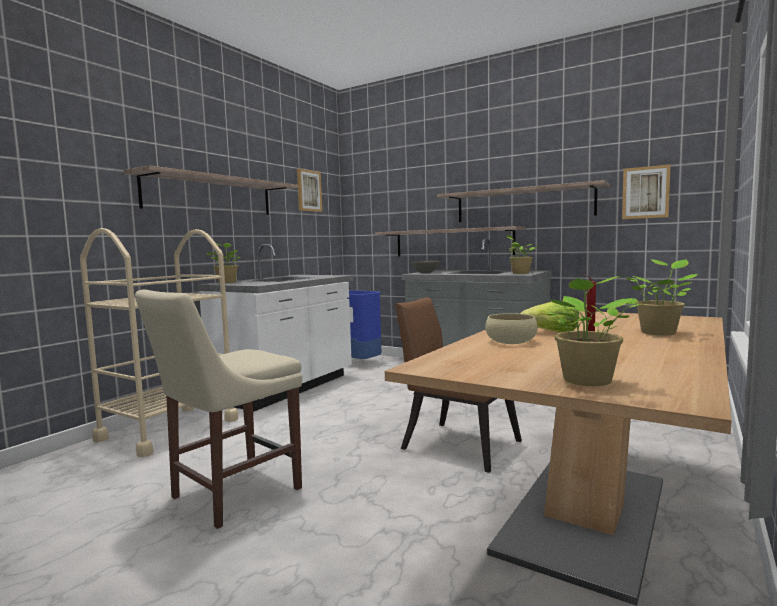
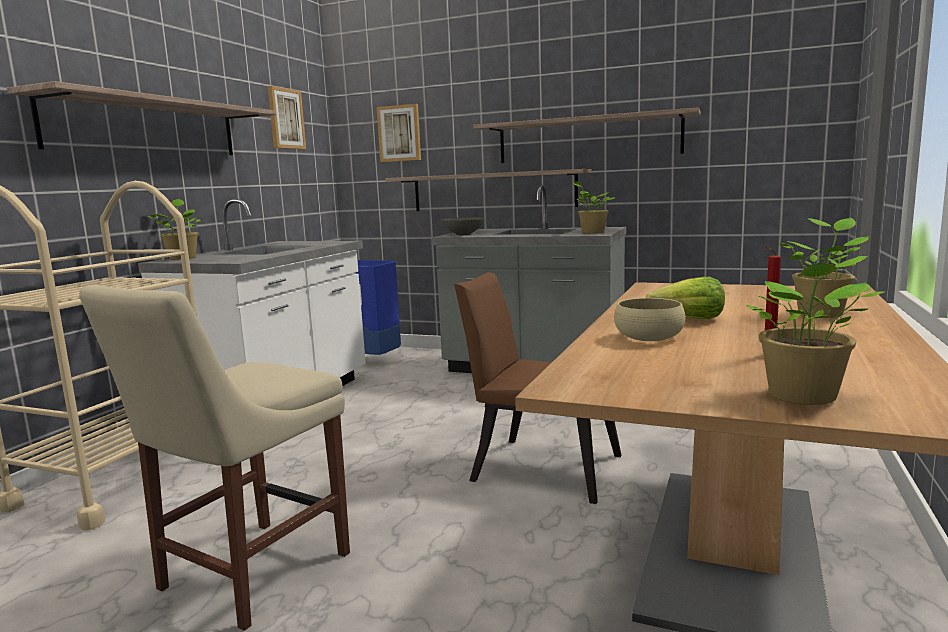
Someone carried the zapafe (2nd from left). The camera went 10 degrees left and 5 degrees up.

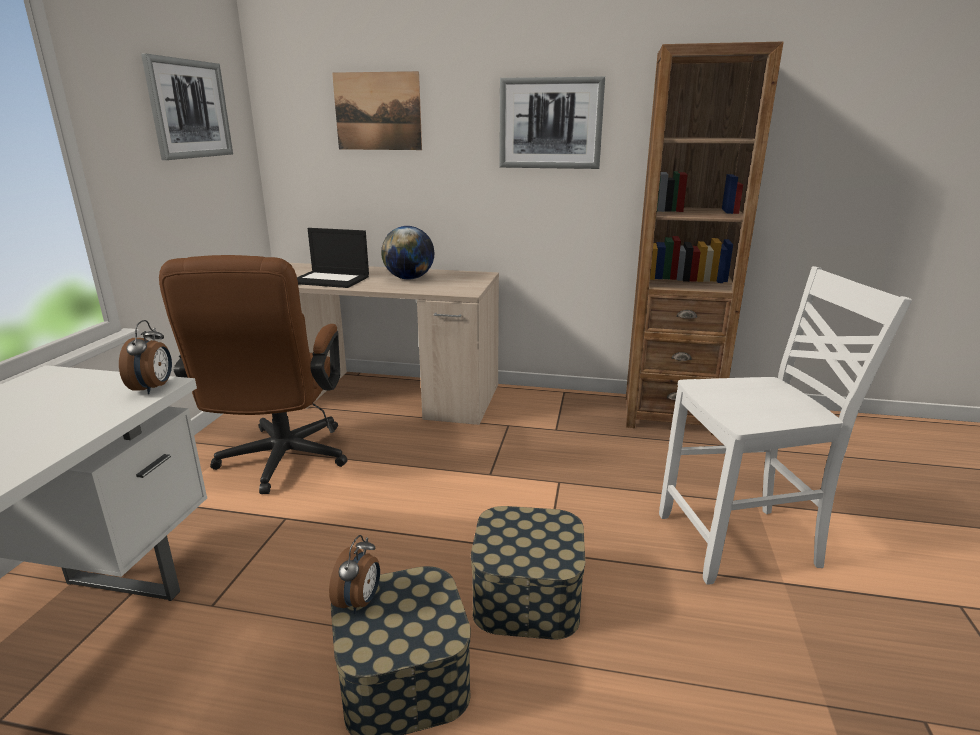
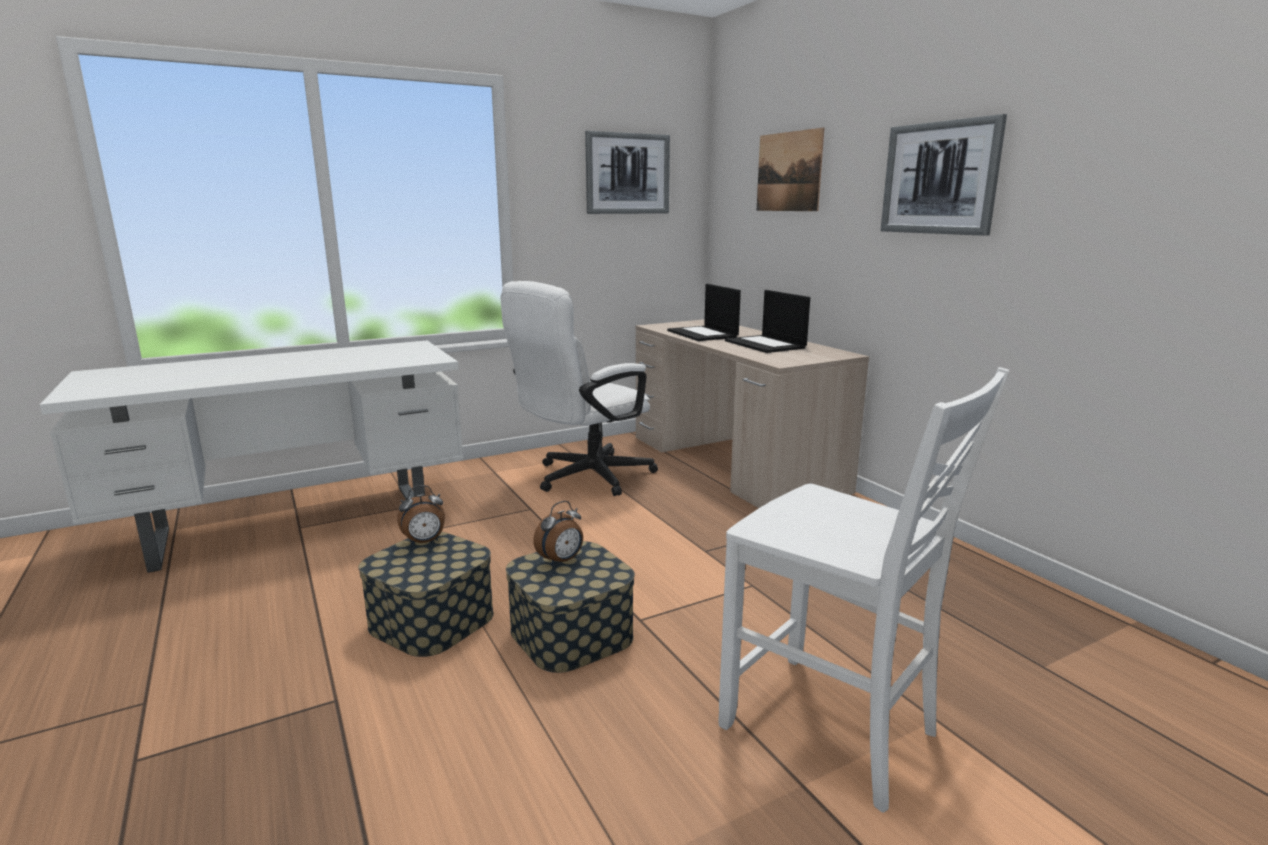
Someone took away the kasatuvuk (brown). Someone carried the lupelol (1st from left in the first image). Someone swapped the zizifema for the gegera (2nd from left). Someone repainted the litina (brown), which became the litina (white). The camera went 50 degrees right and 5 degrees down.

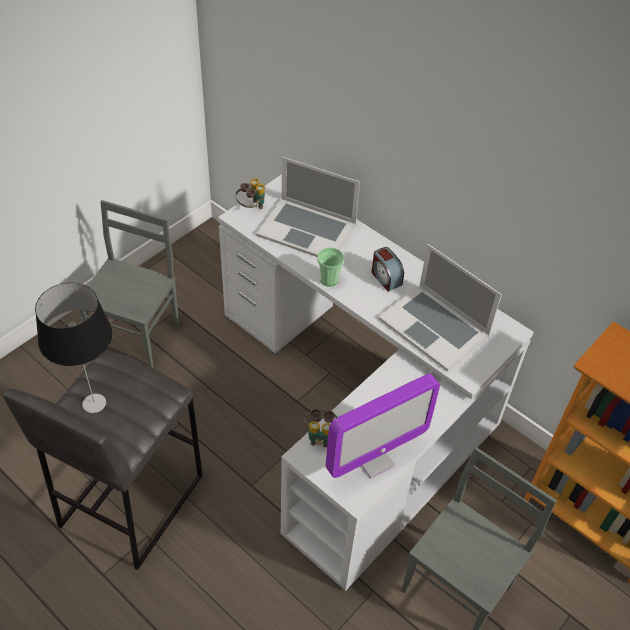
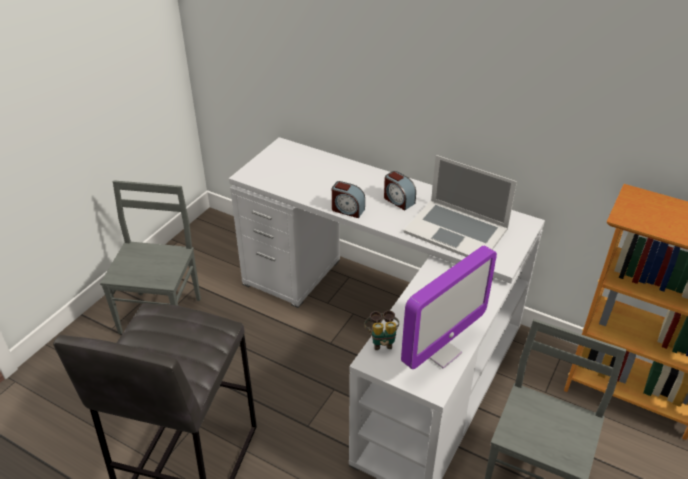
Someone took away the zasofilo. Someone took away the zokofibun (1st from left). Someone took away the gegera (1st from left). Someone swapped the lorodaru for the lupelol (1st from left). The camera went 10 degrees left and 10 degrees down.

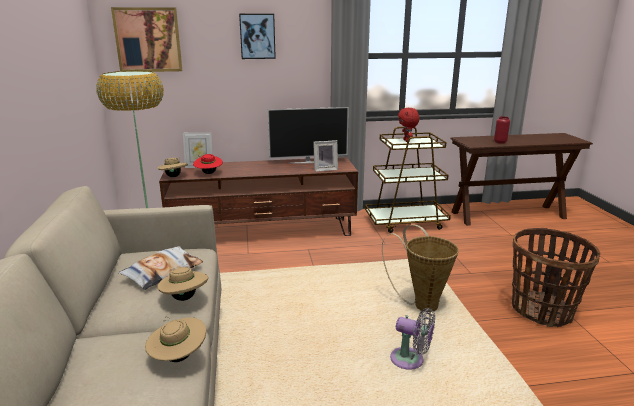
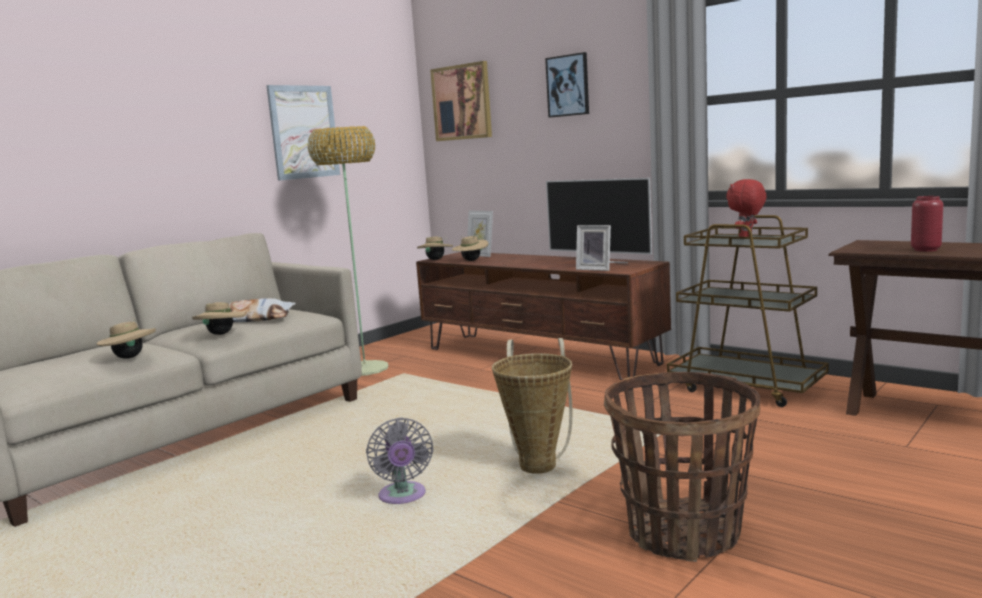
Someone put up the zapafe (1st from left). Someone repainted the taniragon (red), which became the taniragon (beige) (4th from left). The camera went 50 degrees right and 10 degrees down.

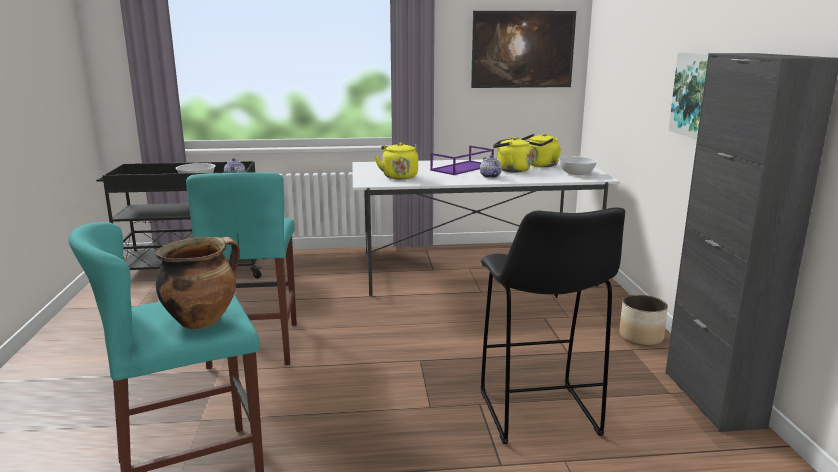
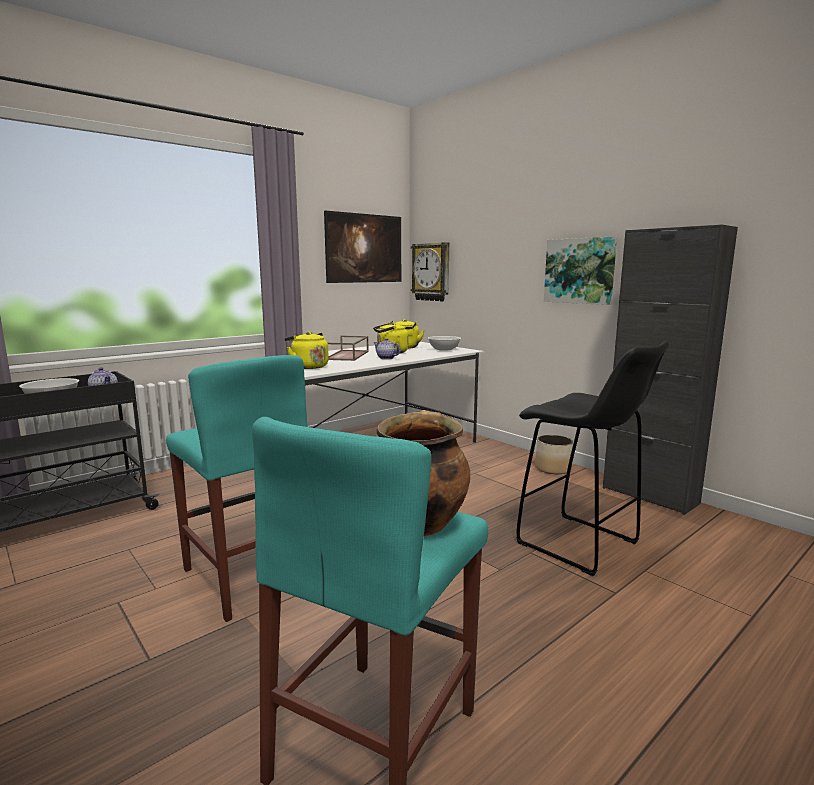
Someone put up the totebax. Someone repainted the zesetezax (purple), which became the zesetezax (brown). The camera went 35 degrees left and 5 degrees down.

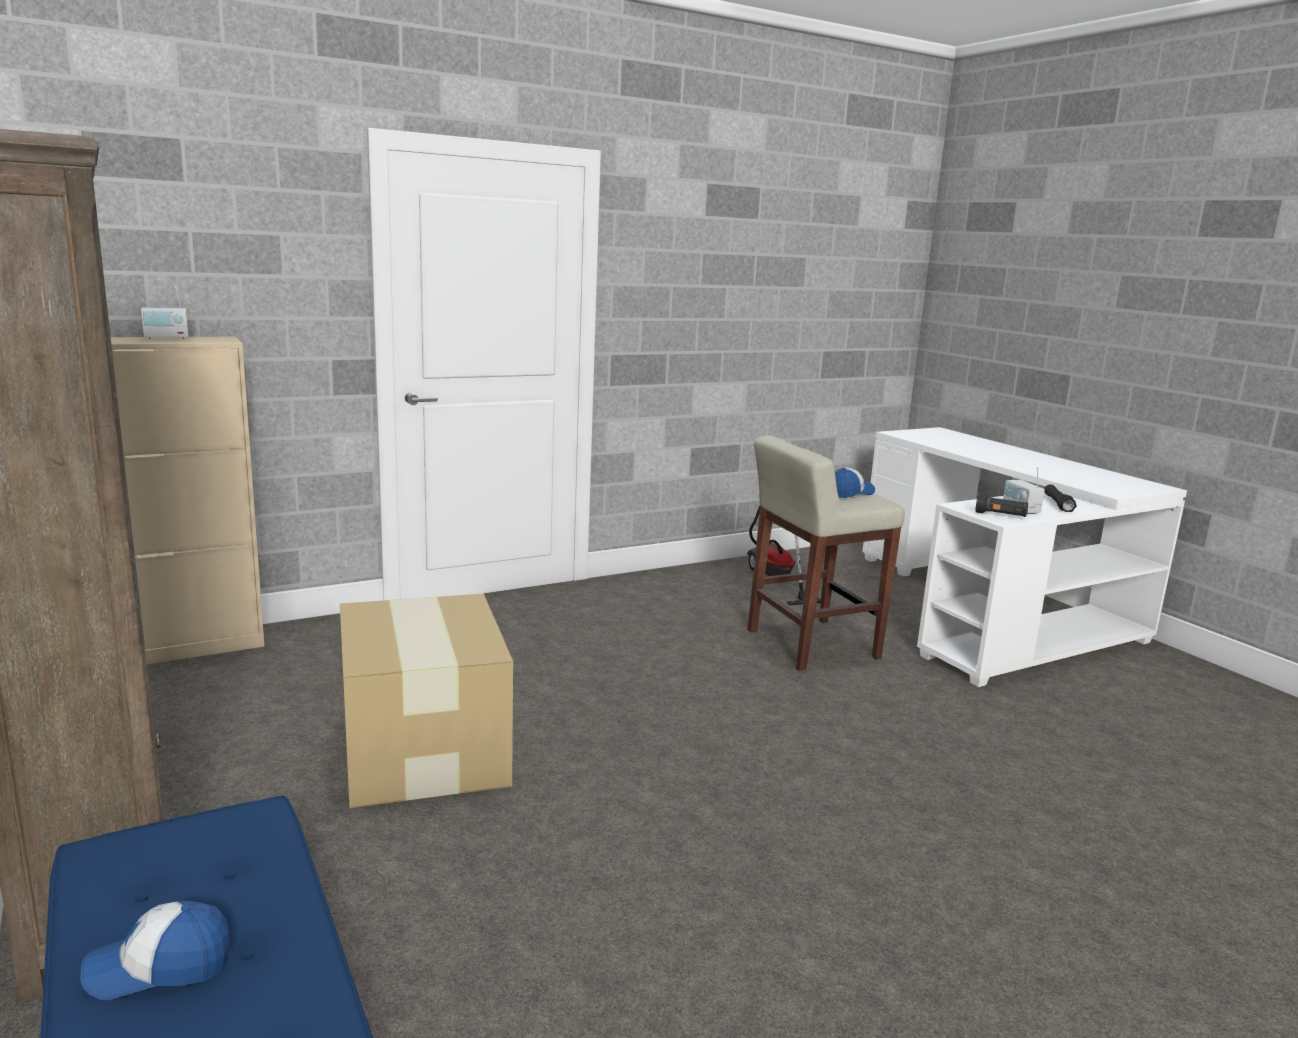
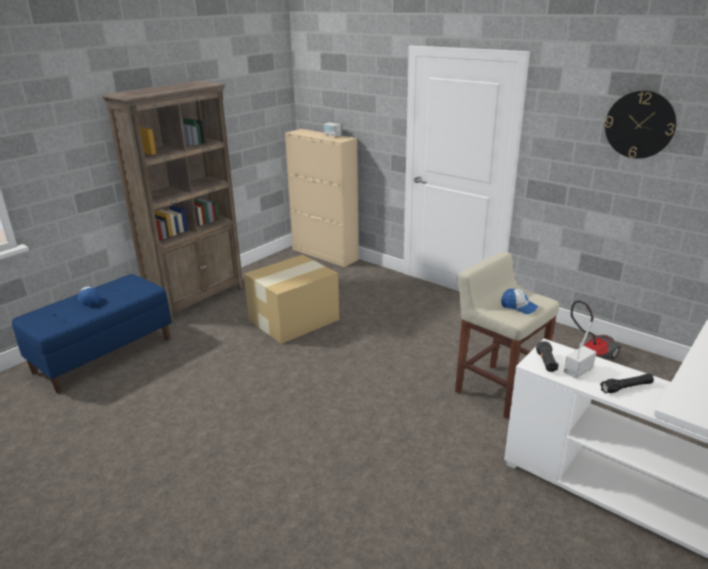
Someone put up the totebax. The camera went 70 degrees right and 10 degrees up.

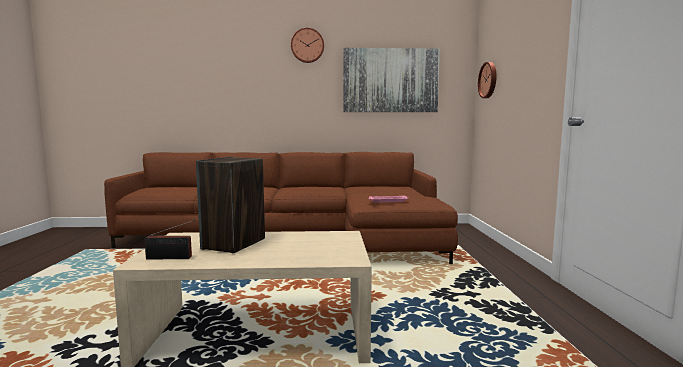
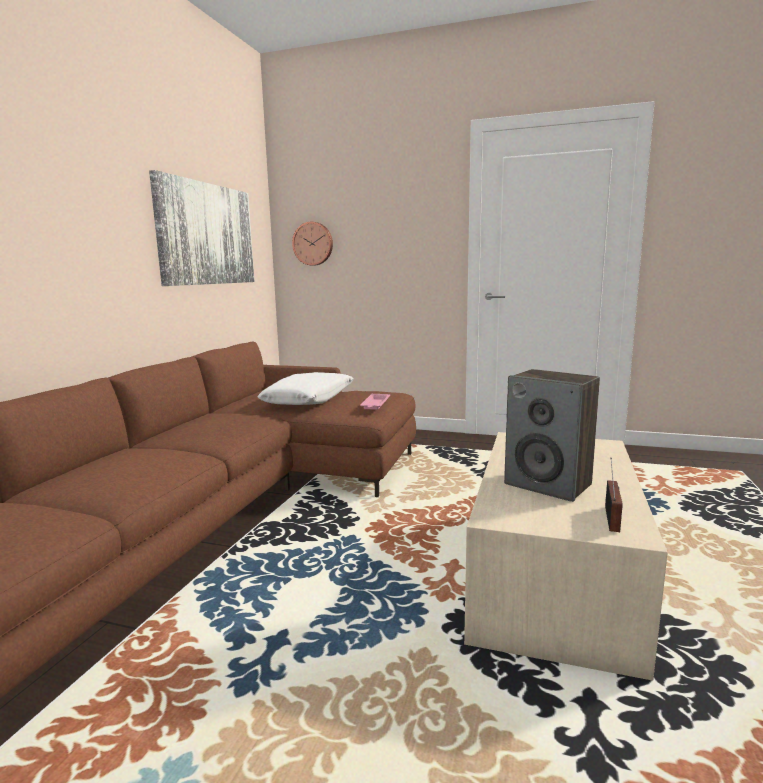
Someone took away the totebax (1st from left). Someone put down the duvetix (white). The camera went 70 degrees left and 5 degrees up.

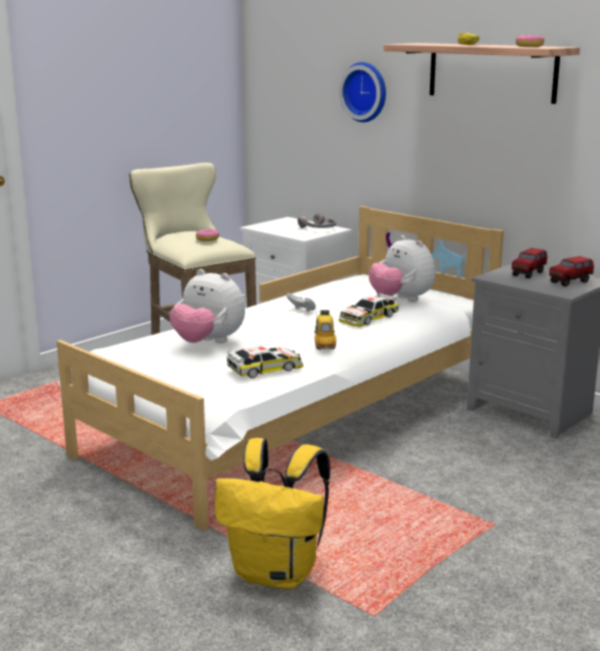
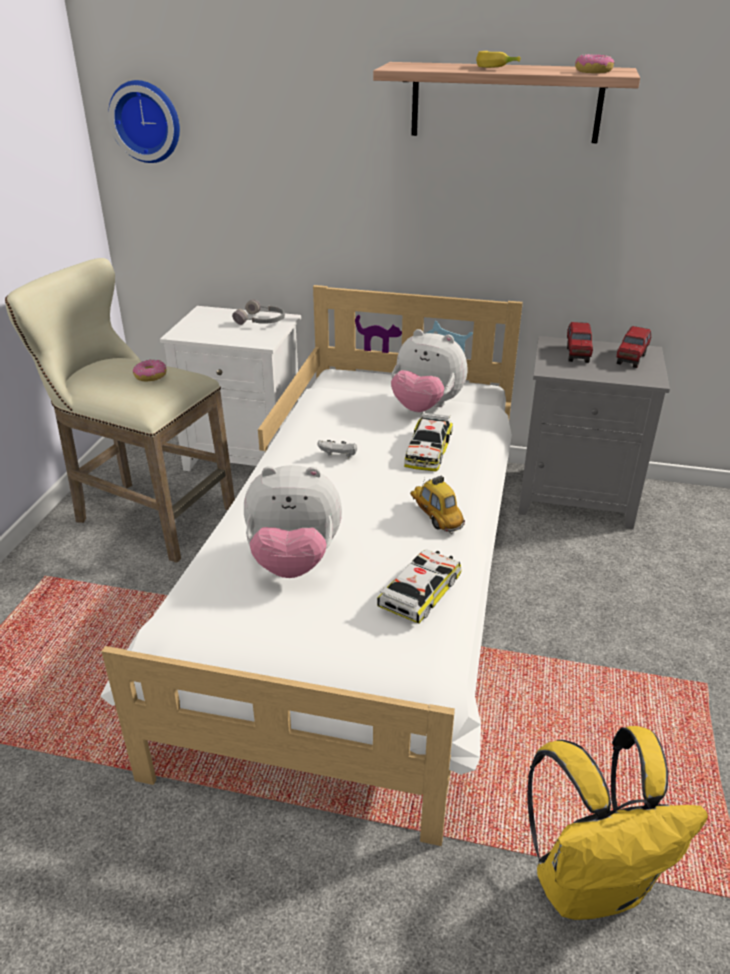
Someone carried the totebax. The camera went 30 degrees left and 15 degrees up.

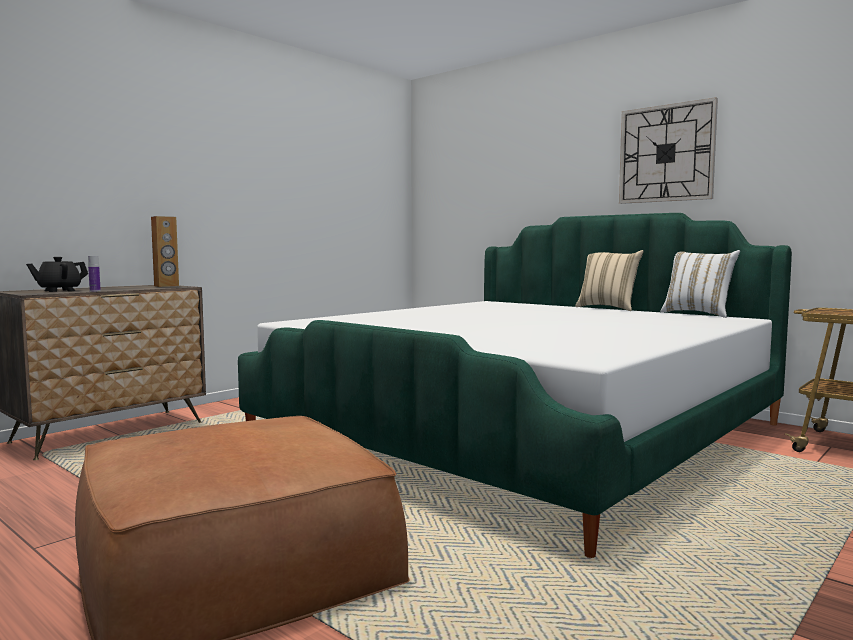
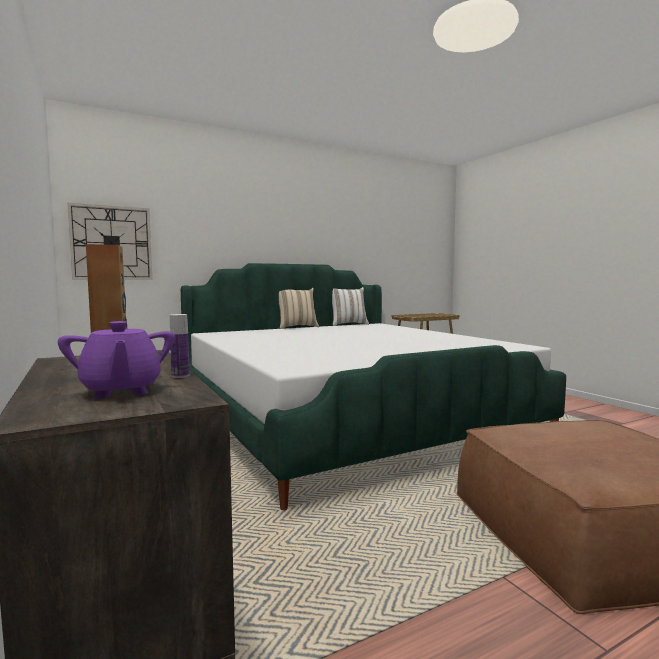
Someone carried the totebax. Someone repainted the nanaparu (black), which became the nanaparu (purple). The camera went 70 degrees left and 0 degrees up.

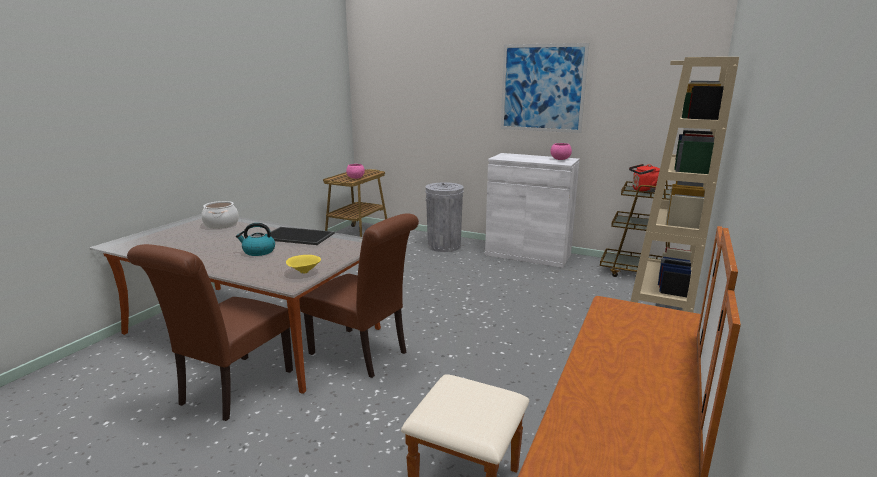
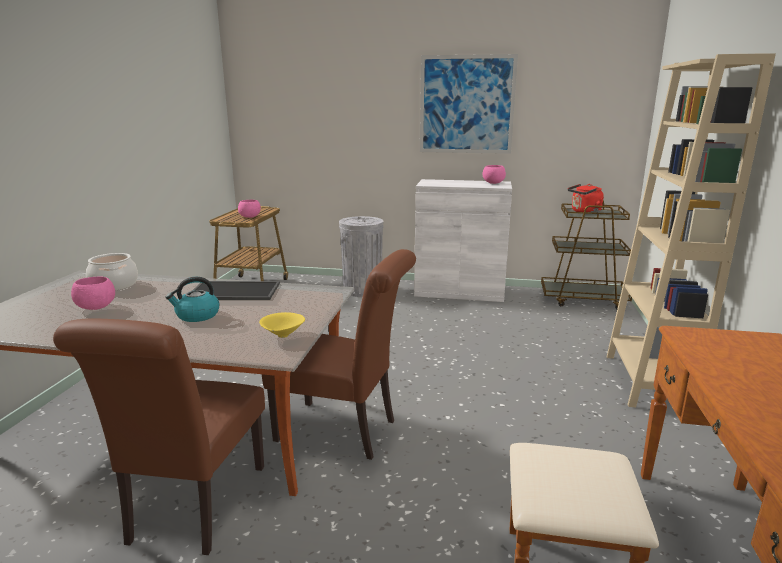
Someone put down the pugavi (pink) (1st from left). The camera went 15 degrees left and 0 degrees up.

